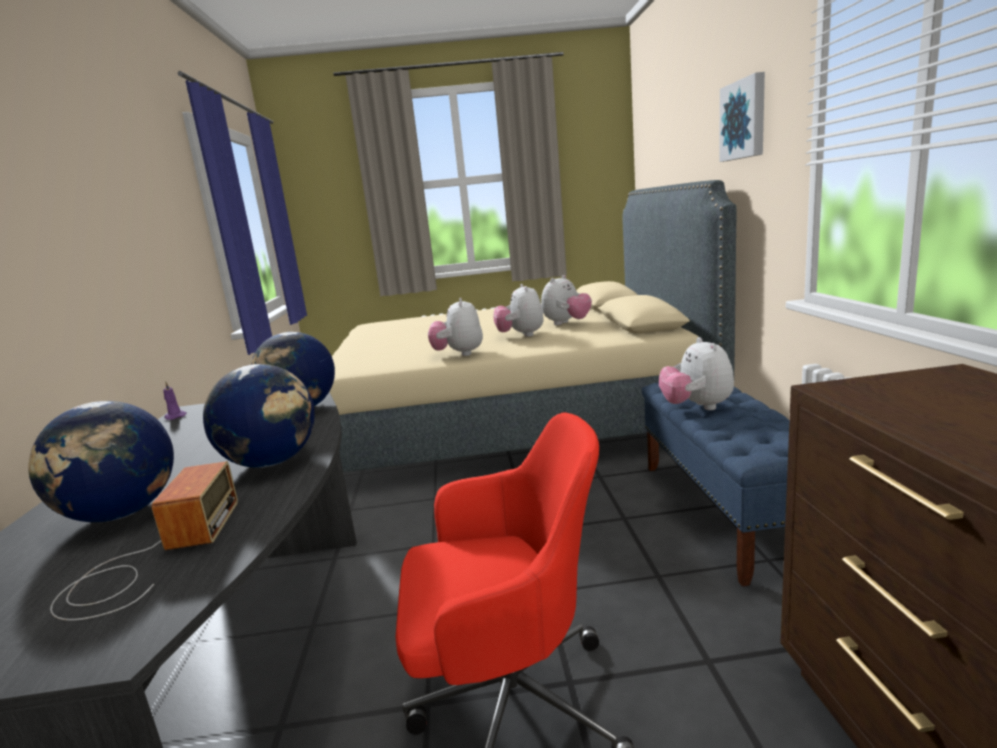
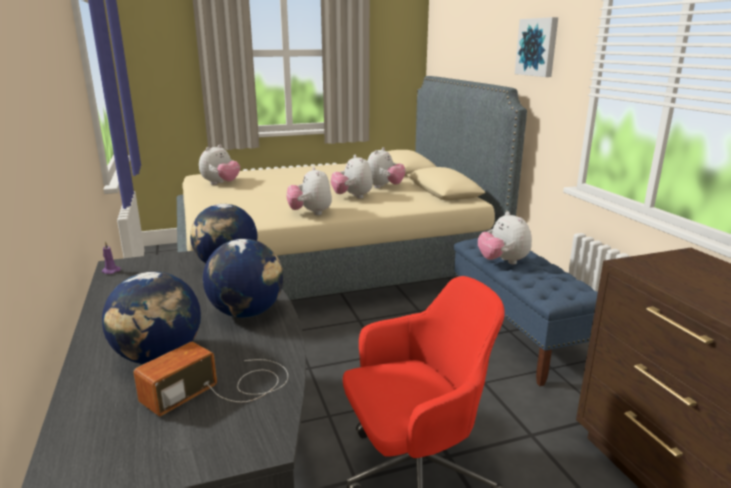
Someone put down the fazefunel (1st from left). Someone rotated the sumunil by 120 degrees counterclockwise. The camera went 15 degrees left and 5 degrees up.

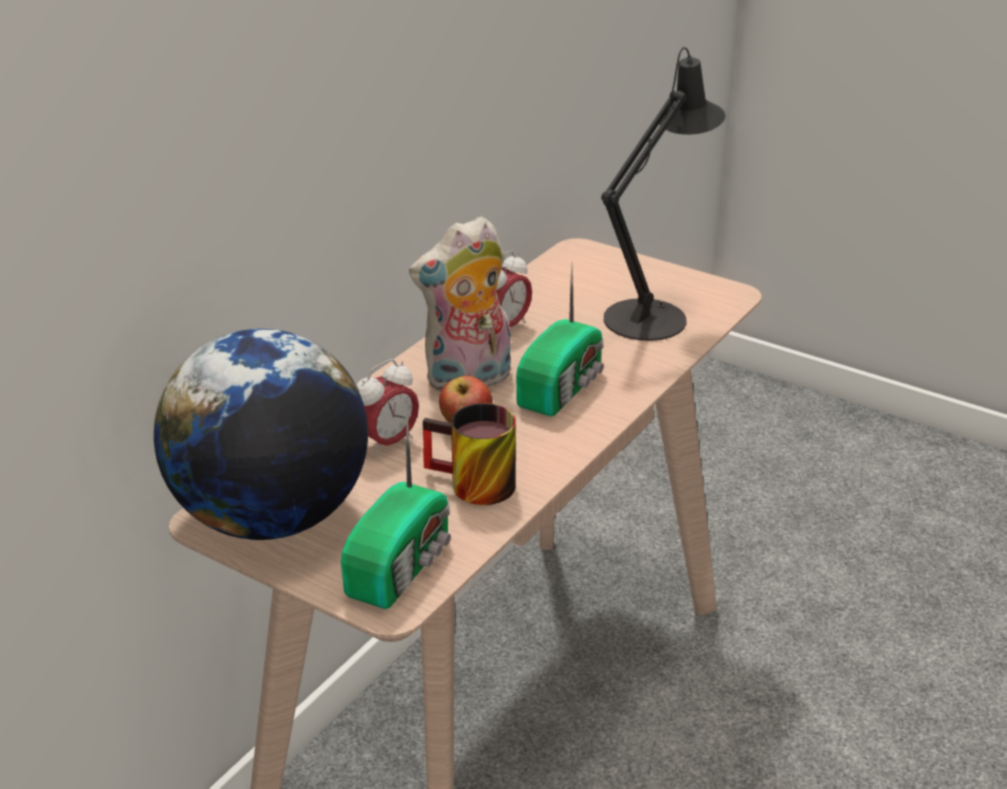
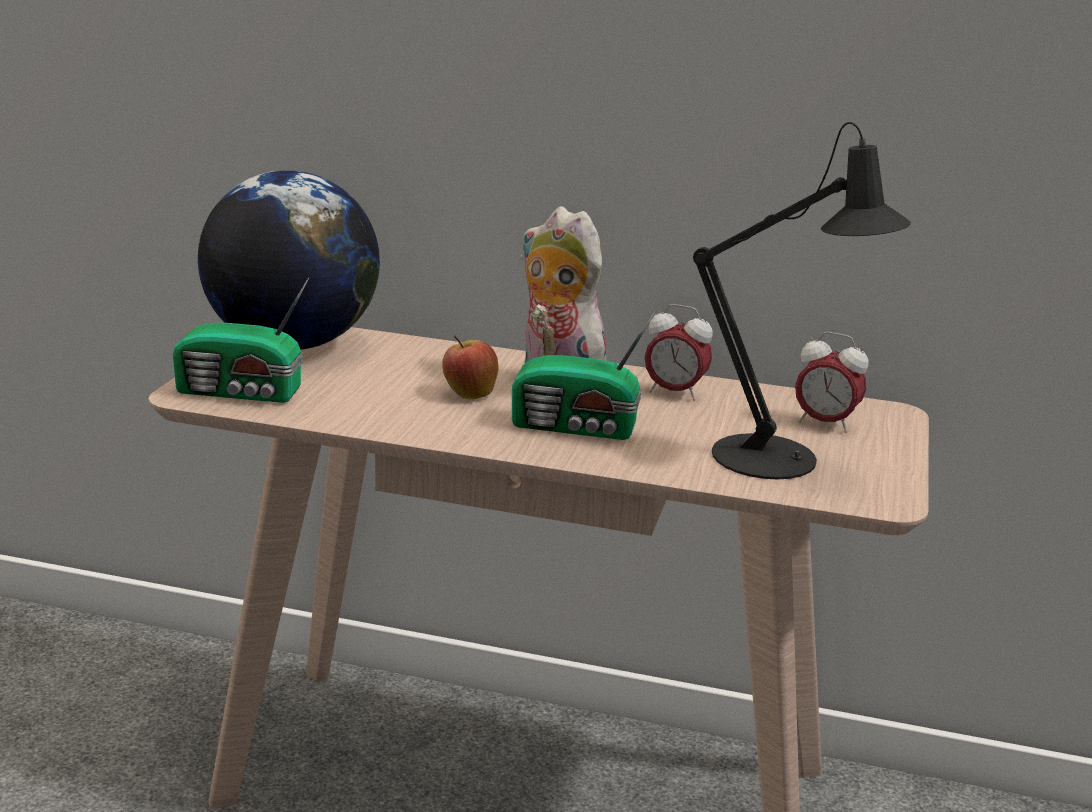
Someone took away the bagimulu. Someone carried the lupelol (1st from left in the first image). The camera went 70 degrees right and 10 degrees down.

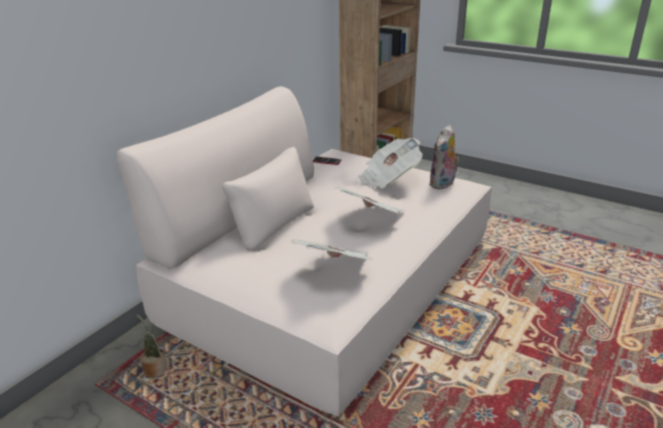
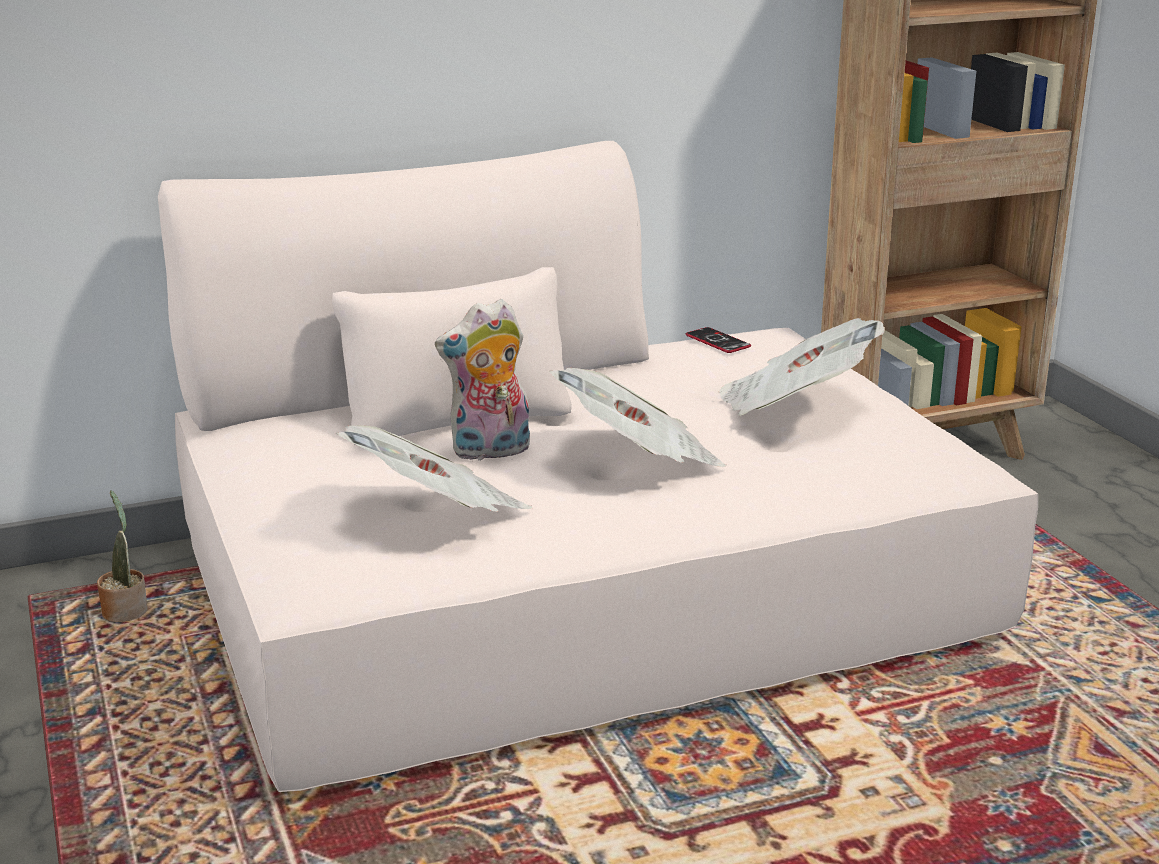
Someone carried the fazefunel. The camera went 35 degrees right and 5 degrees down.

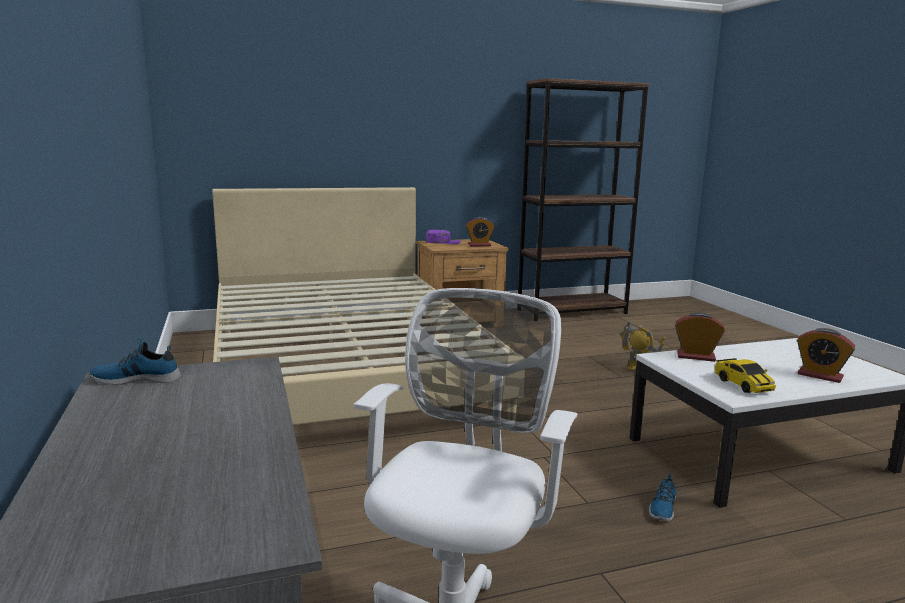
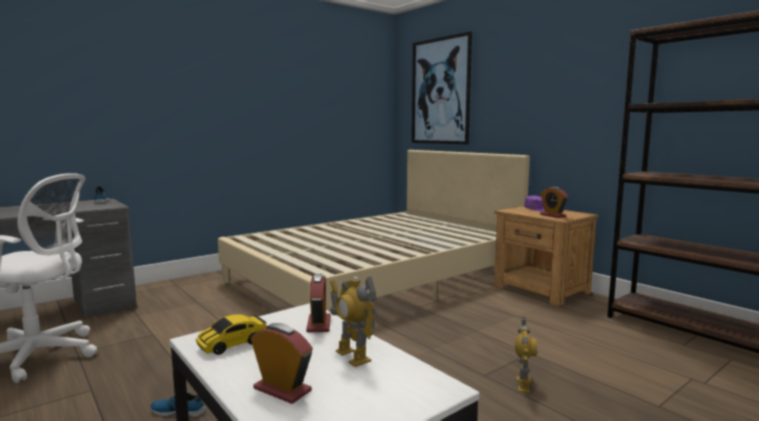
Someone put down the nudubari (1st from left). Someone put up the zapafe. Someone rotated the lupelol (3rd from left in the first image) by 105 degrees clockwise. The camera went 70 degrees right and 5 degrees down.

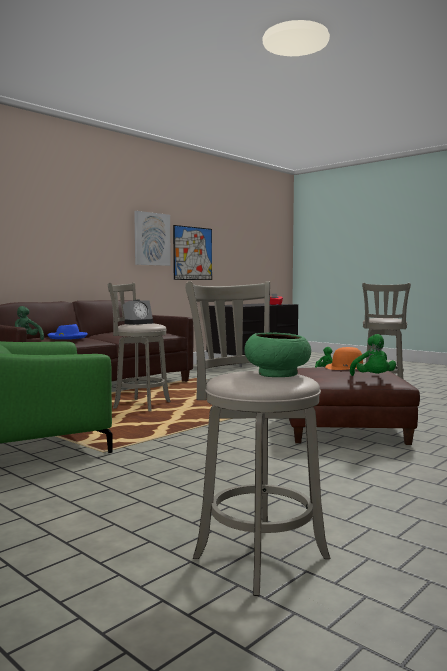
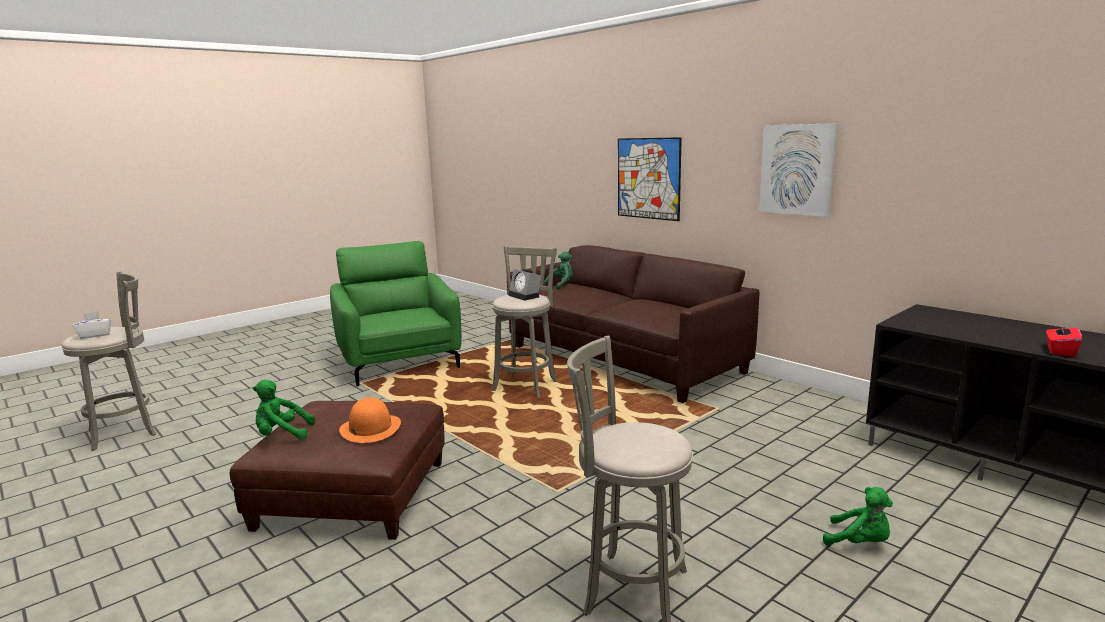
Someone took away the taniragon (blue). Someone carried the zapafe (2nd from left in the first image). Someone swapped the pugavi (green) for the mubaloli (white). The camera went 95 degrees right and 10 degrees up.

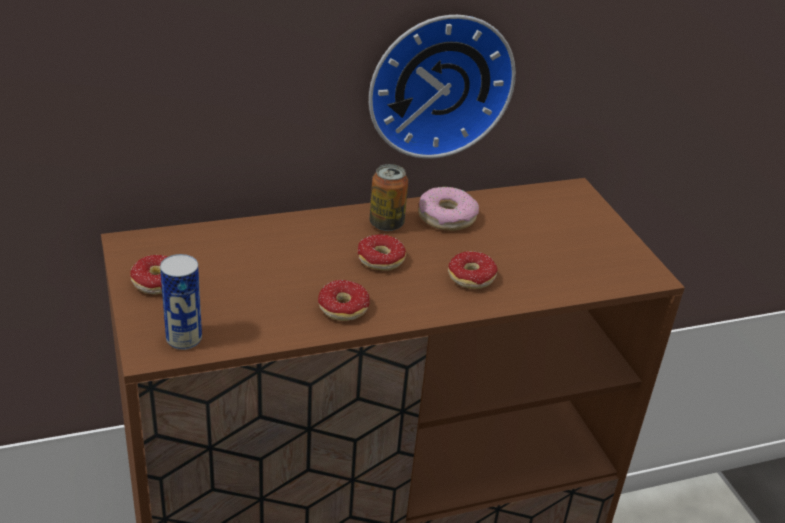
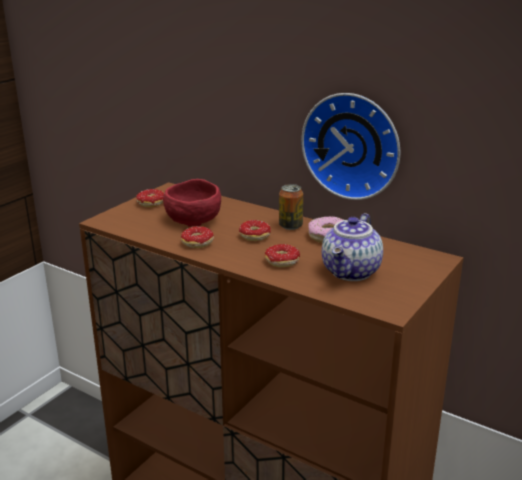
Someone took away the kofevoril (1st from left). Someone put down the pugavi (red). Someone put down the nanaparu. The camera went 55 degrees right and 10 degrees down.

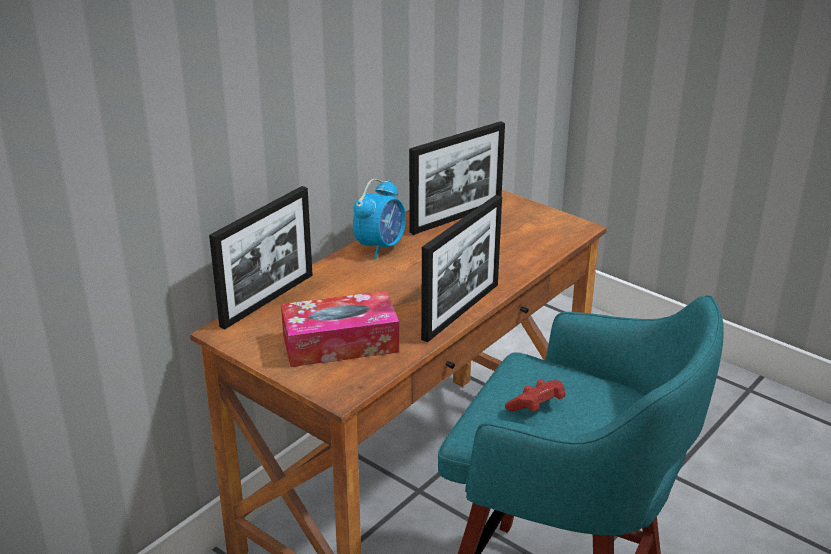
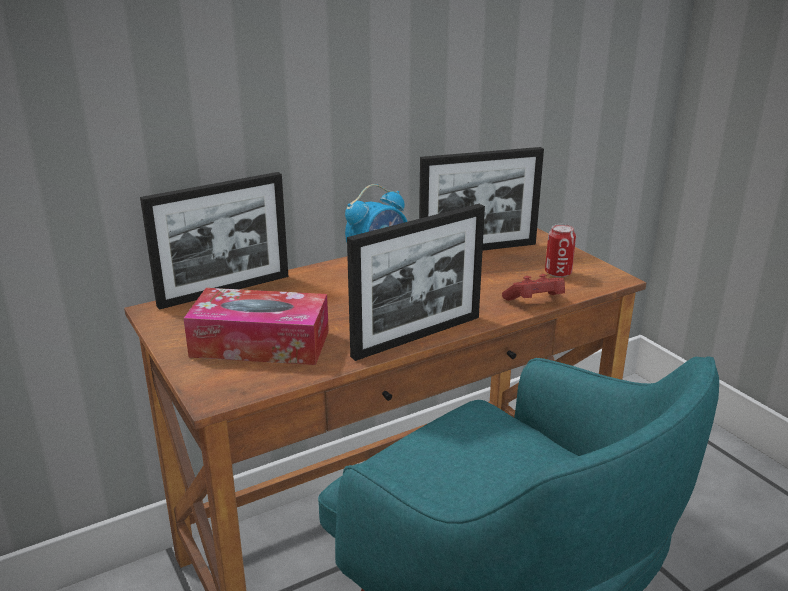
Someone put down the kofevoril. Someone carried the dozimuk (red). The camera went 20 degrees right and 5 degrees down.

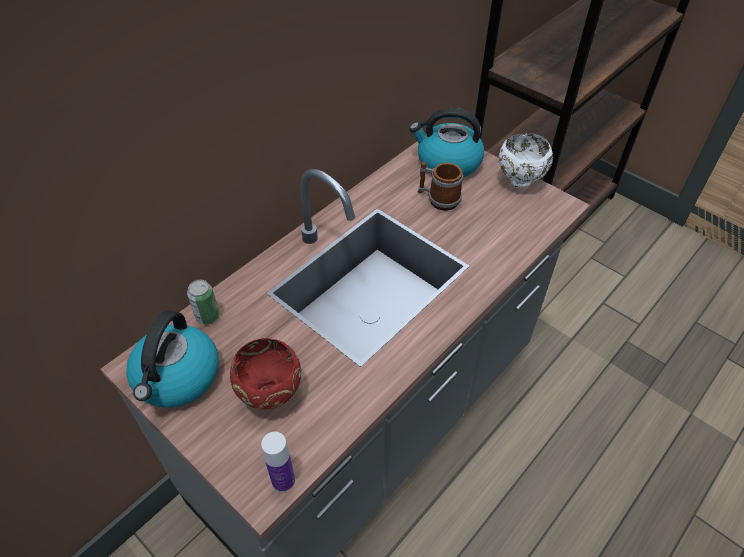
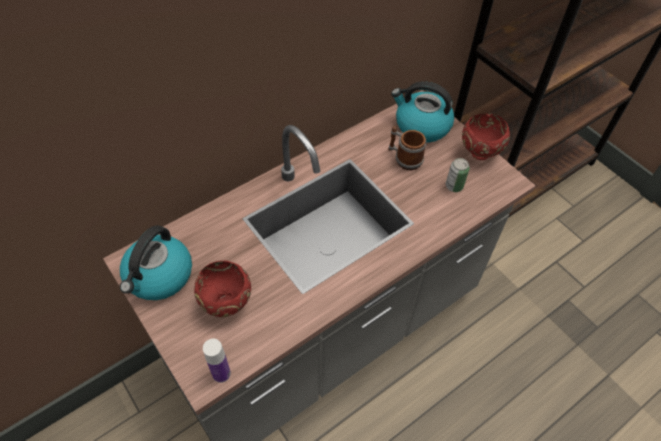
Someone carried the kofevoril. Someone repainted the pugavi (white), which became the pugavi (red) (2nd from left). The camera went 10 degrees right and 5 degrees up.

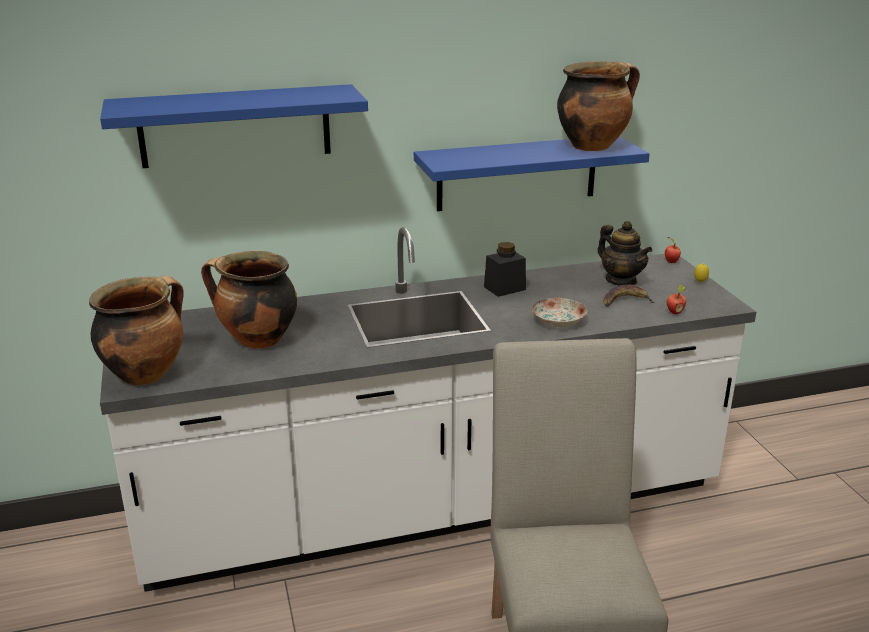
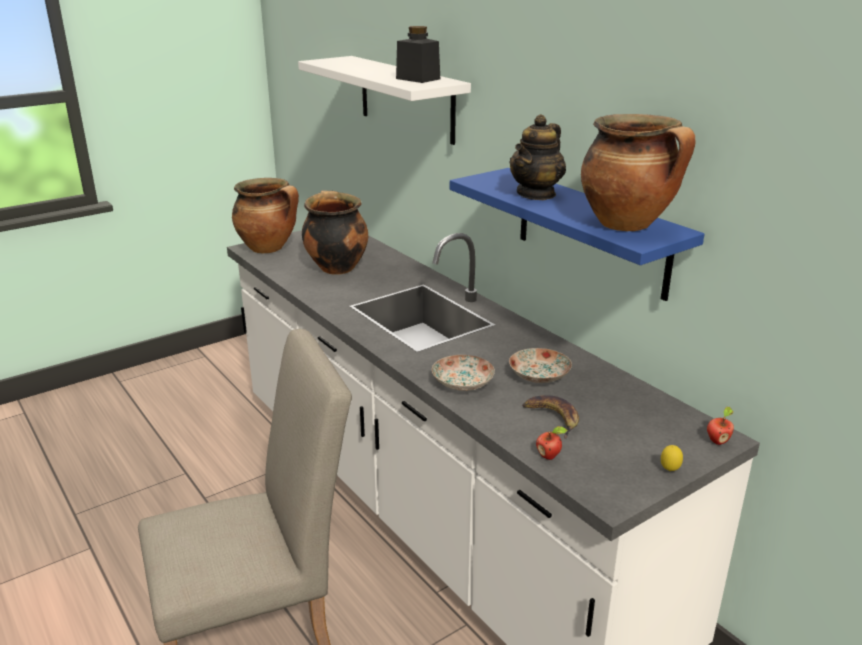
Someone put down the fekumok (2nd from left). Someone carried the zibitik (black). Someone carried the nanaparu. Someone repainted the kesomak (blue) (1st from left), which became the kesomak (white). The camera went 70 degrees right and 0 degrees up.

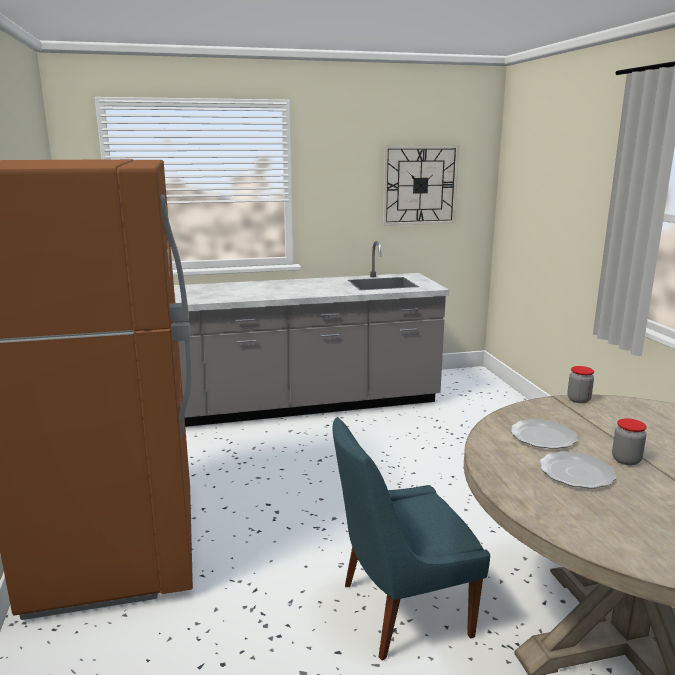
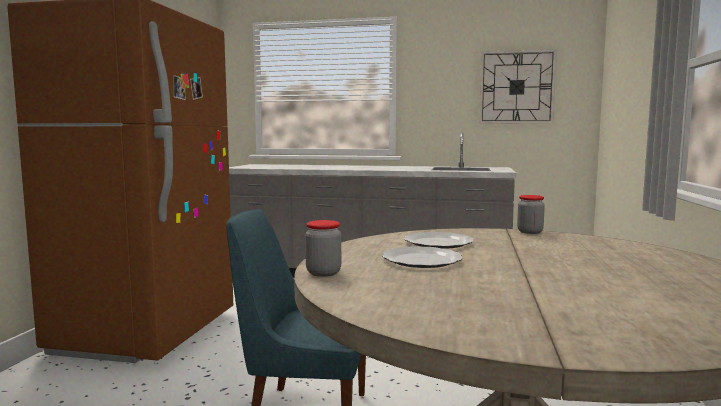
Someone carried the zibitik (2nd from left in the first image). The camera went 25 degrees right and 10 degrees down.

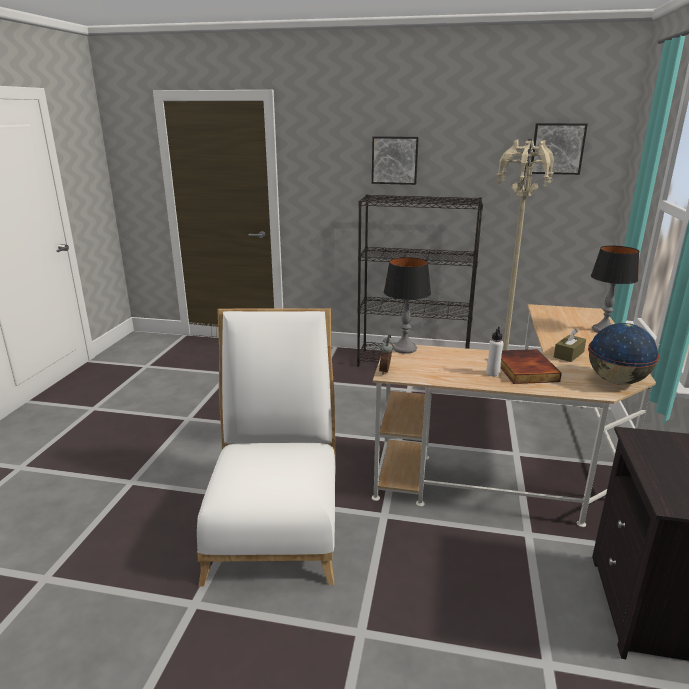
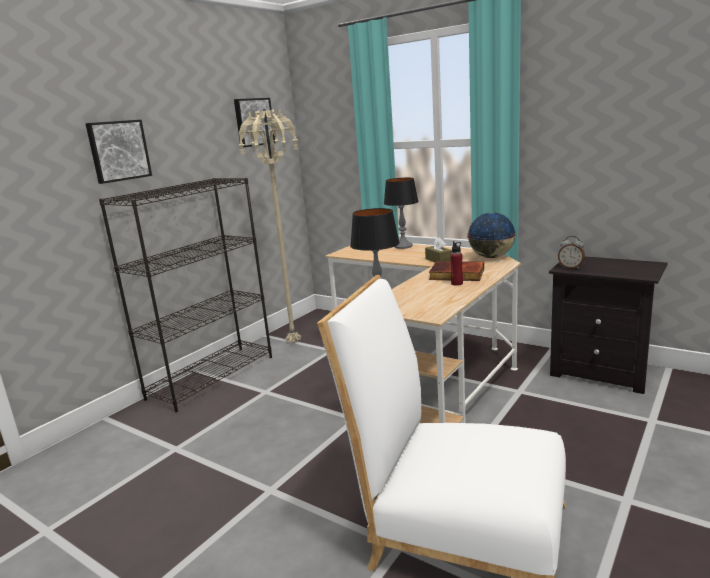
Someone carried the lupelol. Someone repainted the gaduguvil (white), which became the gaduguvil (red). The camera went 65 degrees left and 5 degrees down.

